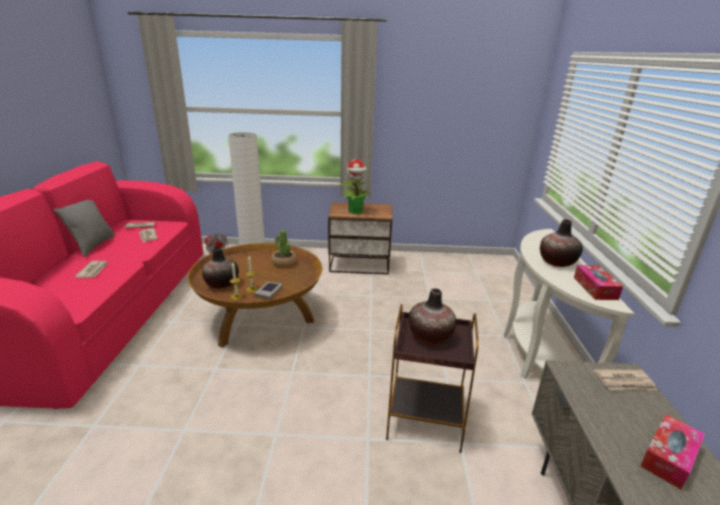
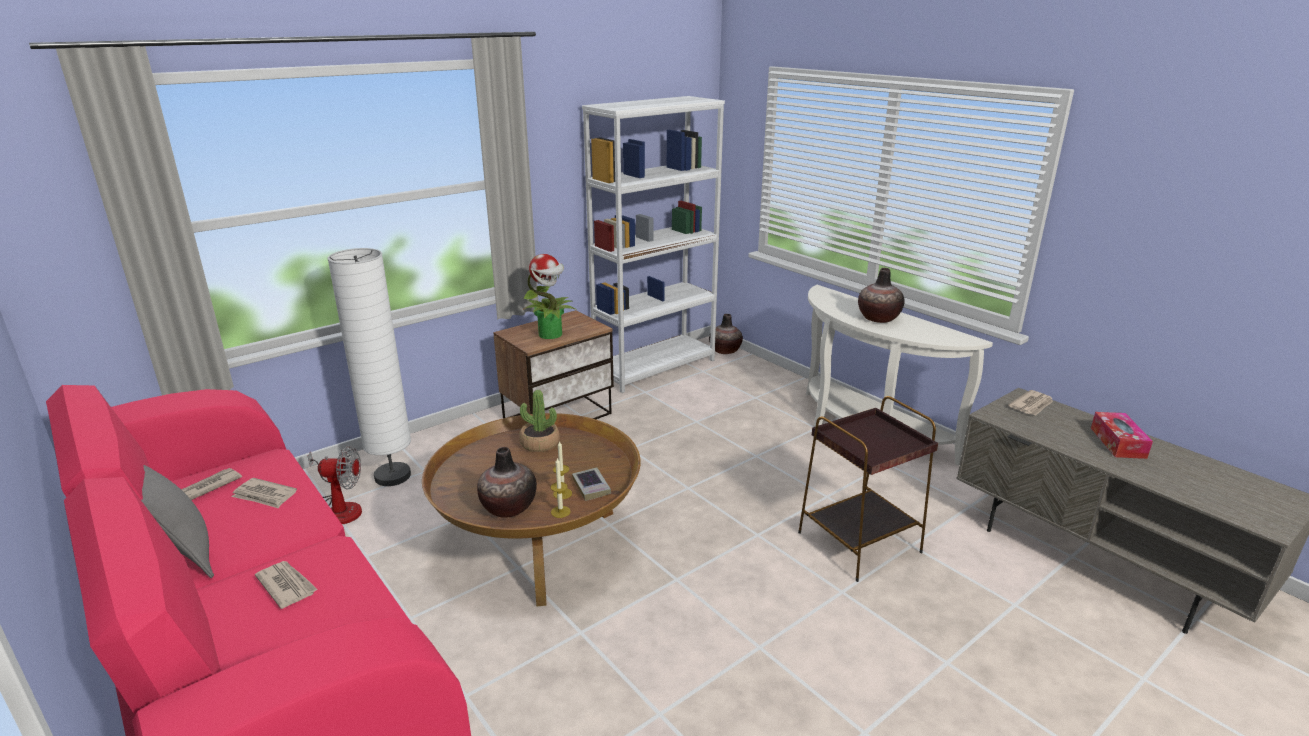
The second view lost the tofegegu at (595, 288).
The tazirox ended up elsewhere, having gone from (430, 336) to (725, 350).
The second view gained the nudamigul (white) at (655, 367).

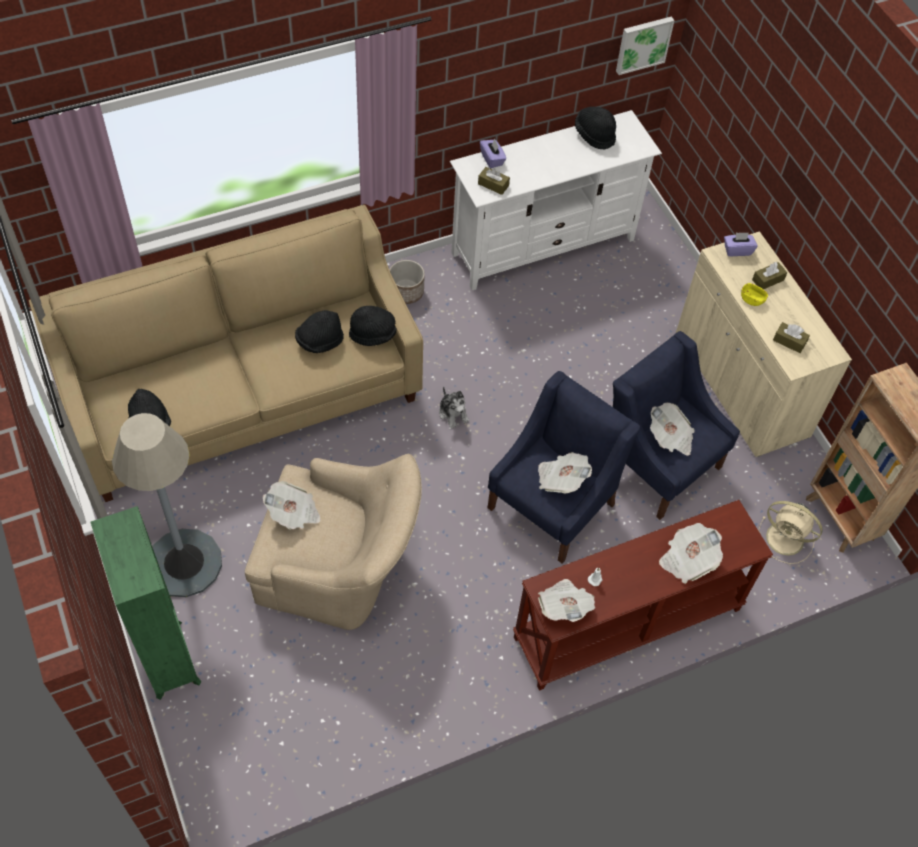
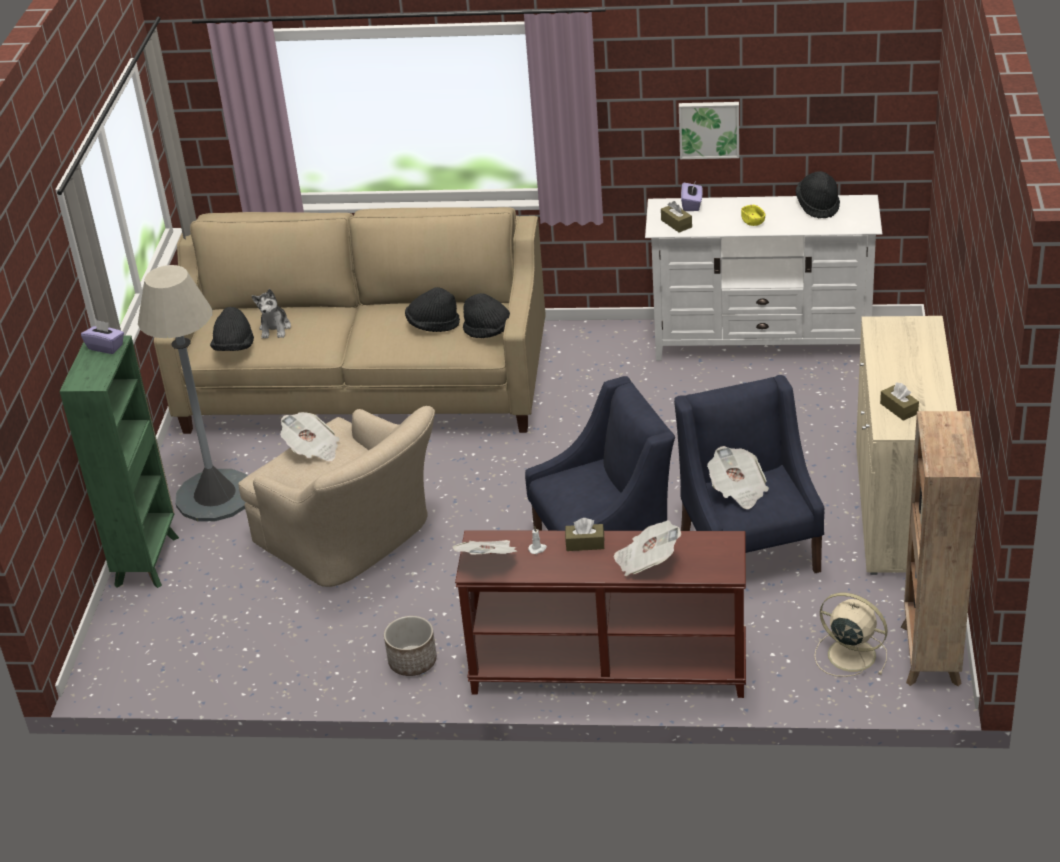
The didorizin ended up elsewhere, having gone from (643, 44) to (709, 129).
The tofegegu (purple) ended up elsewhere, having gone from (737, 250) to (106, 347).
The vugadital ended up elsewhere, having gone from (406, 291) to (413, 661).
The tofegegu (brown) ended up elsewhere, having gone from (768, 280) to (585, 543).
The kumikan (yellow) ended up elsewhere, having gone from (752, 299) to (753, 222).
The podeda ended up elsewhere, having gone from (453, 413) to (275, 328).
The second view lost the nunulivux at (561, 479).
The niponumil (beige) at (786, 539) ended up facing another way, 150 degrees clockwise from before.

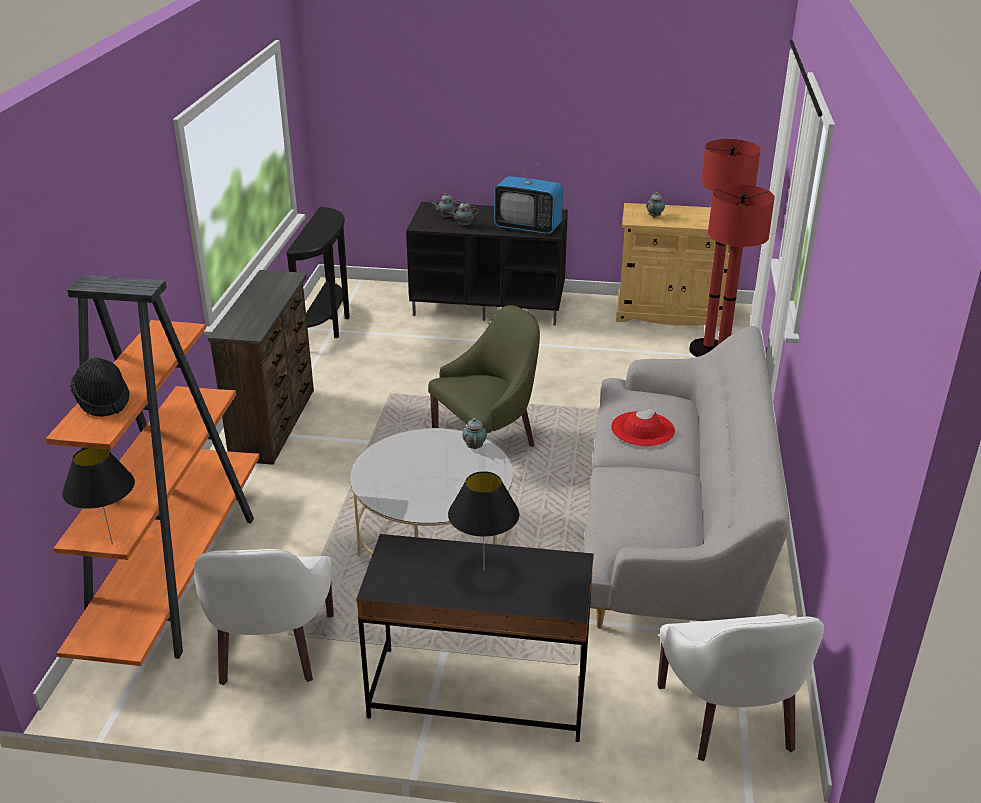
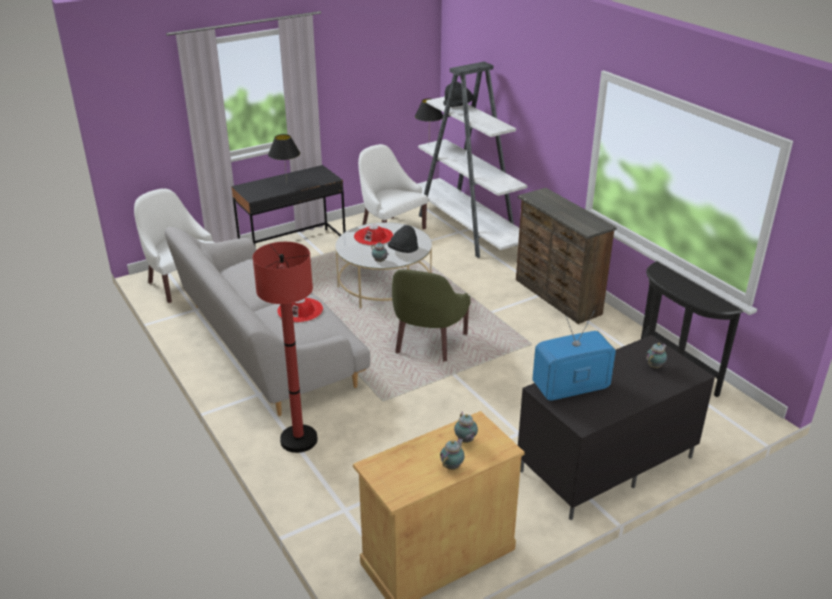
The second view lost the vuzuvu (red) at (707, 350).
The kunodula ended up elsewhere, having gone from (463, 225) to (452, 466).
What was the nudamigul (orange) at (176, 576) turned into the nudamigul (white) at (467, 231).
The second view gained the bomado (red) at (373, 236).
The second view gained the bomado (black) at (403, 251).

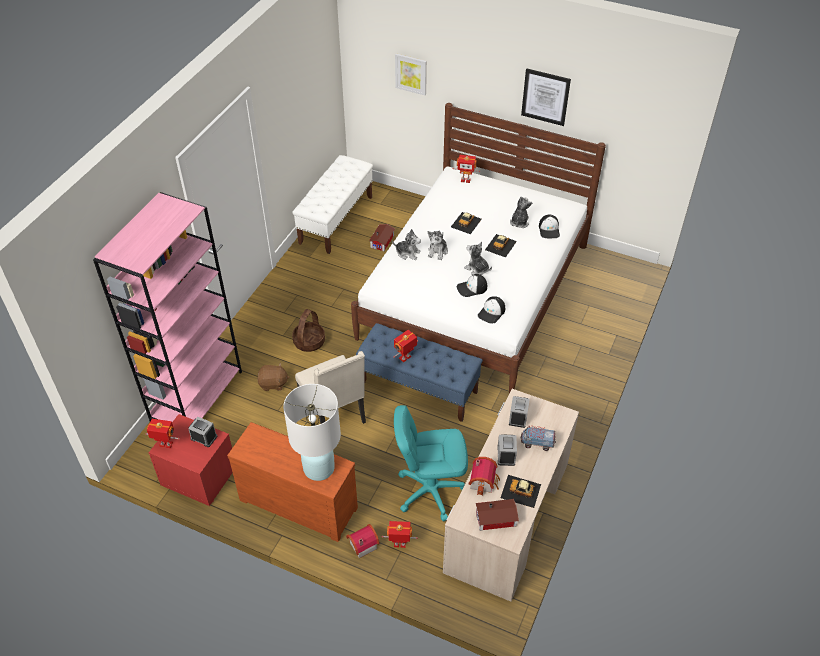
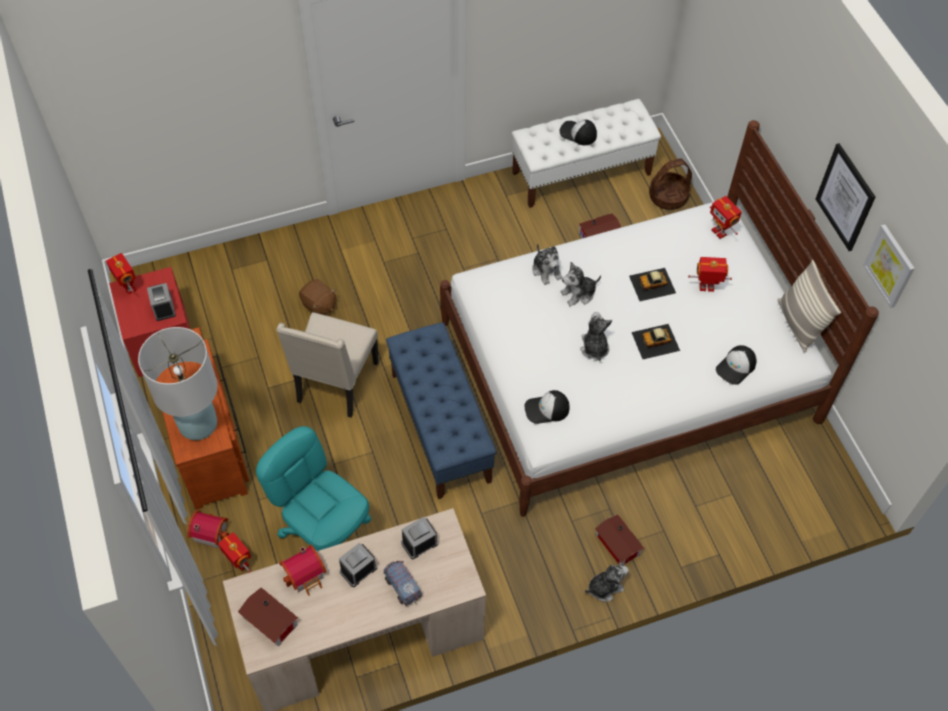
The didorizin ended up elsewhere, having gone from (411, 73) to (889, 266).
The second view lost the nudamigul (pink) at (197, 396).
The podeda ended up elsewhere, having gone from (519, 222) to (604, 587).
The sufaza ended up elsewhere, having gone from (472, 288) to (578, 133).
The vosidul ended up elsewhere, having gone from (309, 341) to (668, 196).
The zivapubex ended up elsewhere, having gone from (405, 358) to (706, 288).
The second view lost the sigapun at (521, 491).
The second view gained the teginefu at (798, 324).
The second view gained the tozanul at (617, 546).

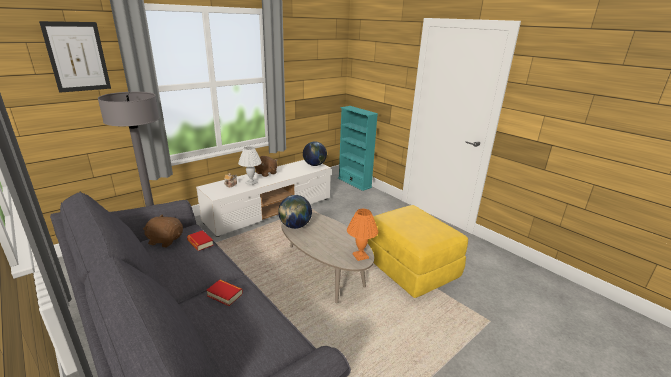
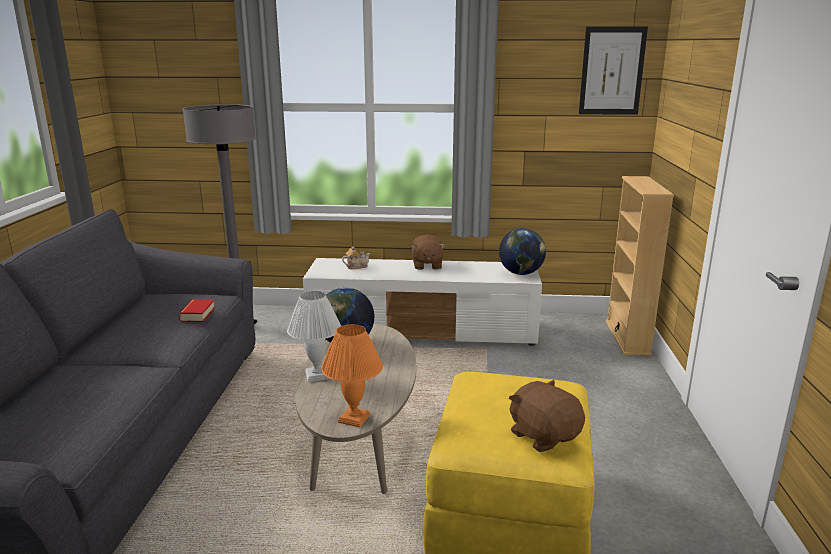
The didorizin ended up elsewhere, having gone from (77, 57) to (612, 71).
What was the nudamigul (turquoise) at (354, 183) turned into the nudamigul (beige) at (627, 337).
The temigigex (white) ended up elsewhere, having gone from (251, 183) to (316, 375).
The podeda (brown) ended up elsewhere, having gone from (165, 240) to (544, 436).
The second view lost the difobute at (225, 295).

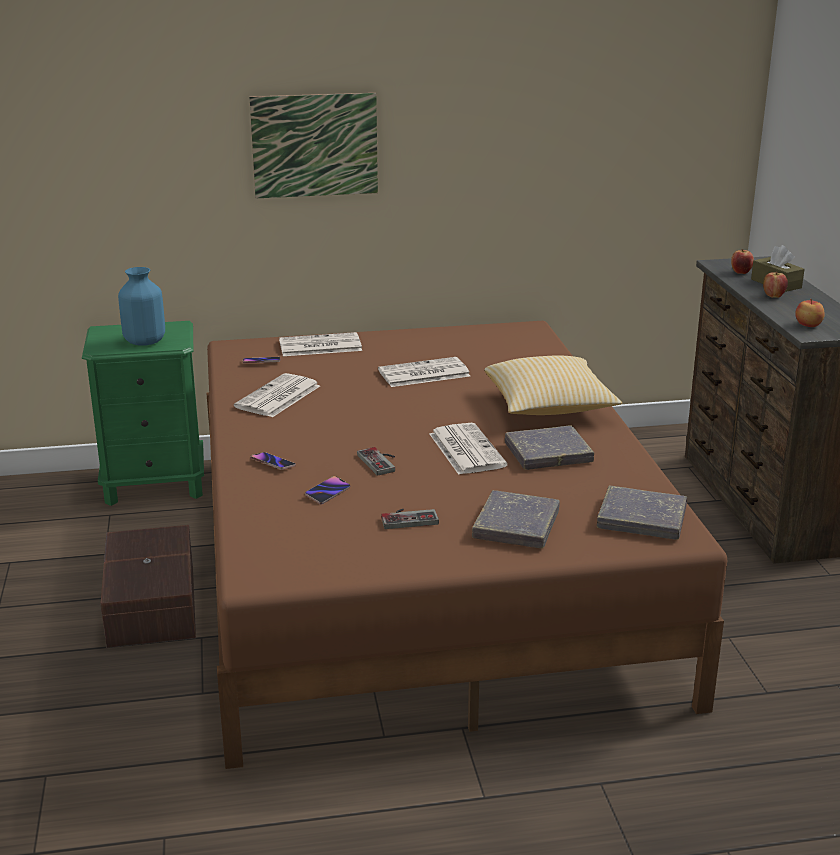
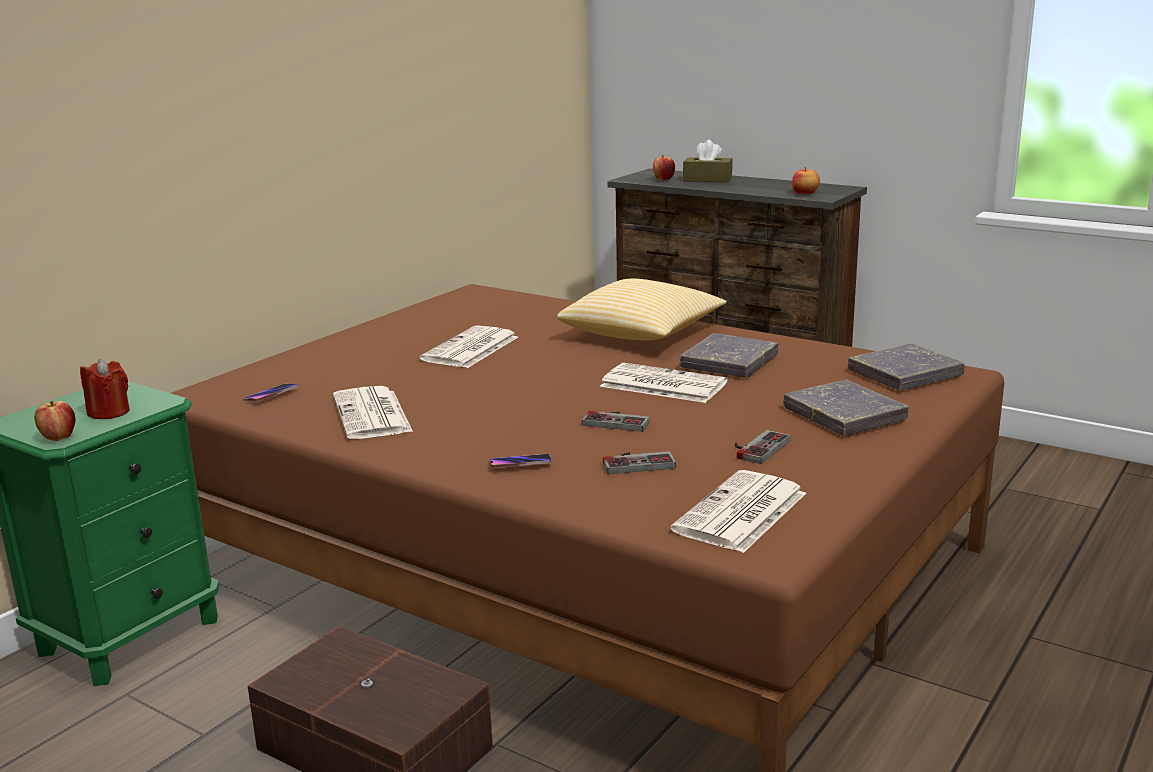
The second view lost the didorizin at (315, 145).
Where the tazirox (blue) stood at (144, 342), the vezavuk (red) came to stand at (109, 412).
The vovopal ended up elsewhere, having gone from (773, 296) to (59, 438).
The nunulivux ended up elsewhere, having gone from (319, 346) to (740, 513).
Where the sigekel stood at (327, 492), the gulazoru came to stand at (637, 462).

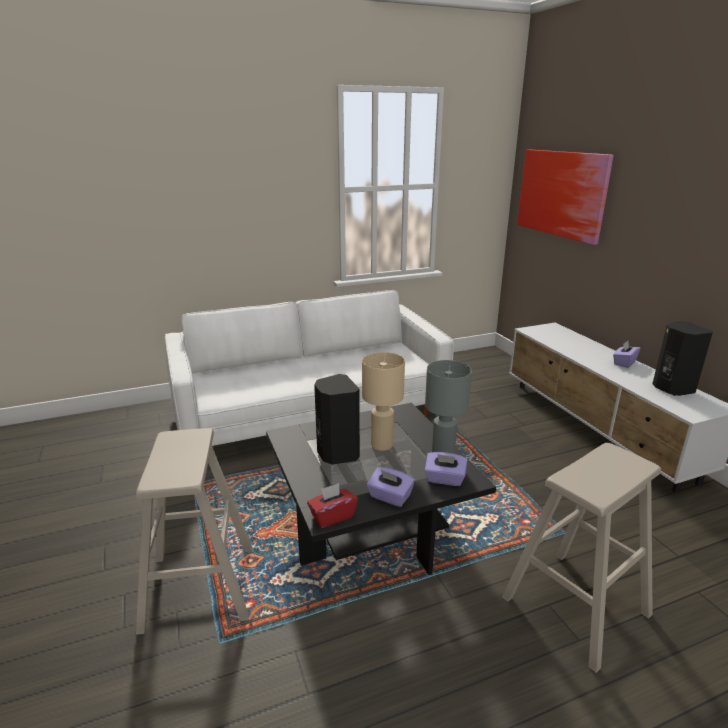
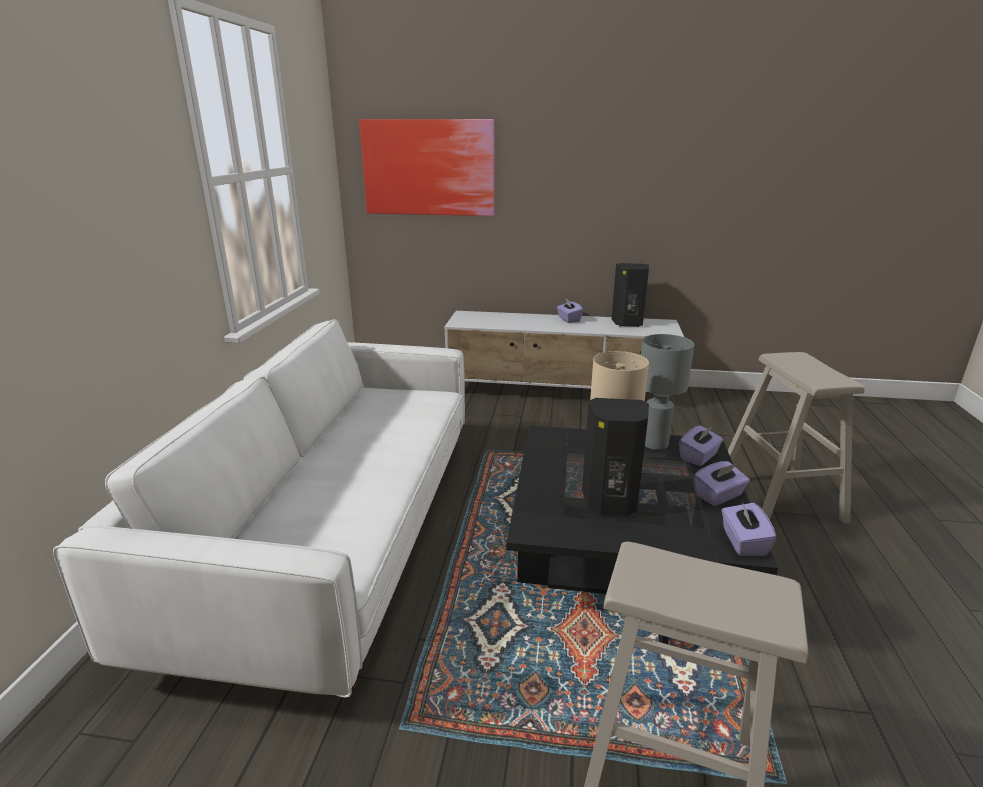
What was the tofegegu (red) at (332, 516) turned into the tofegegu (purple) at (743, 542).

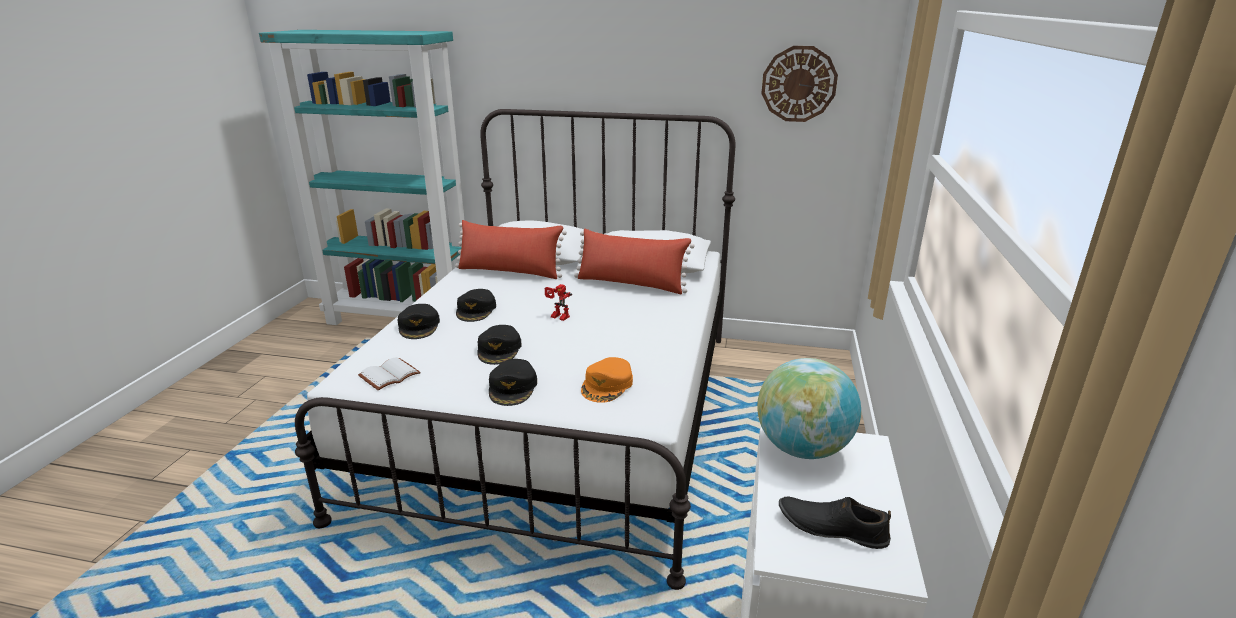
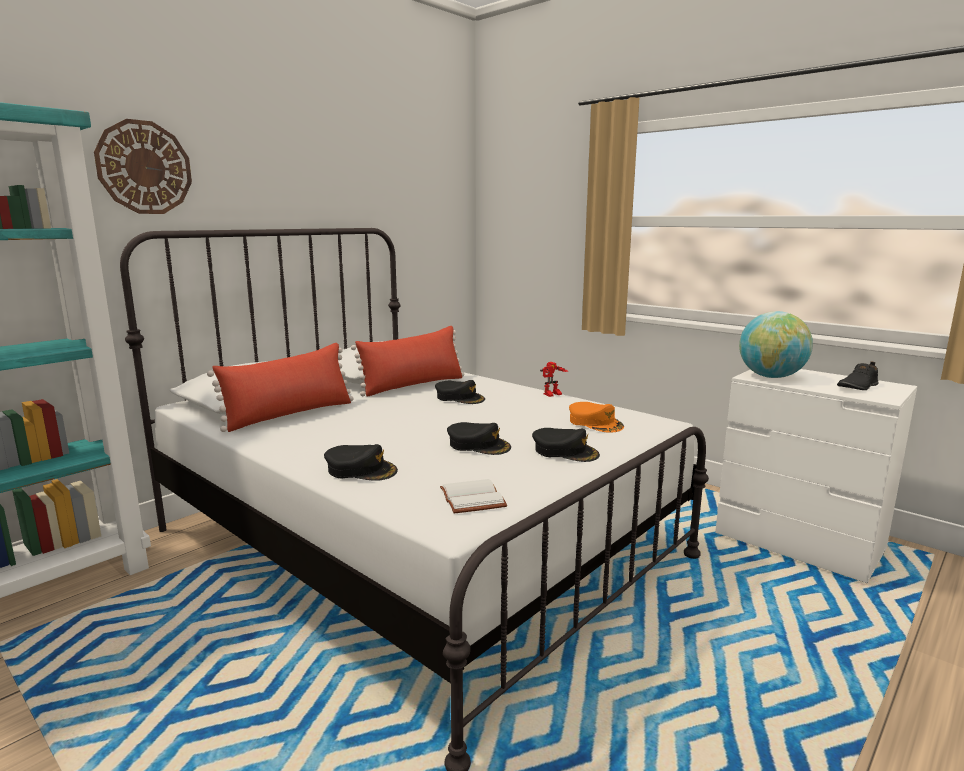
The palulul ended up elsewhere, having gone from (799, 84) to (144, 167).
The zivapubex ended up elsewhere, having gone from (557, 317) to (552, 395).
The sufaza (black) ended up elsewhere, having gone from (476, 310) to (460, 398).

